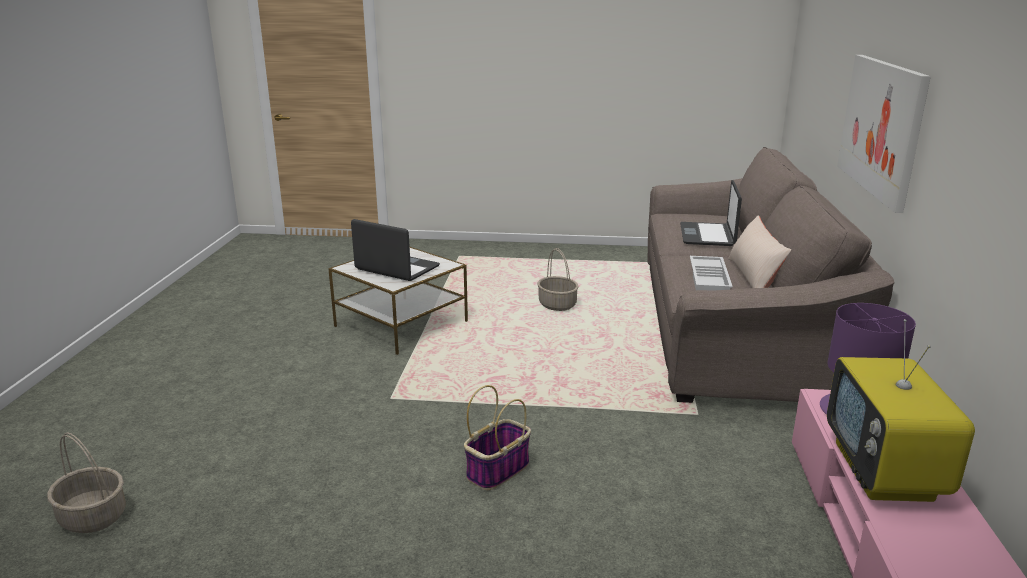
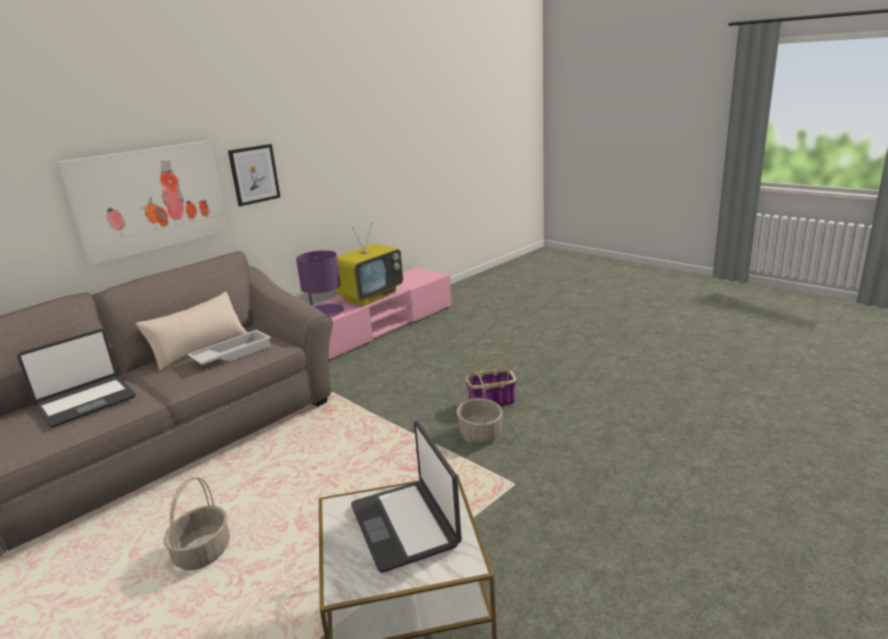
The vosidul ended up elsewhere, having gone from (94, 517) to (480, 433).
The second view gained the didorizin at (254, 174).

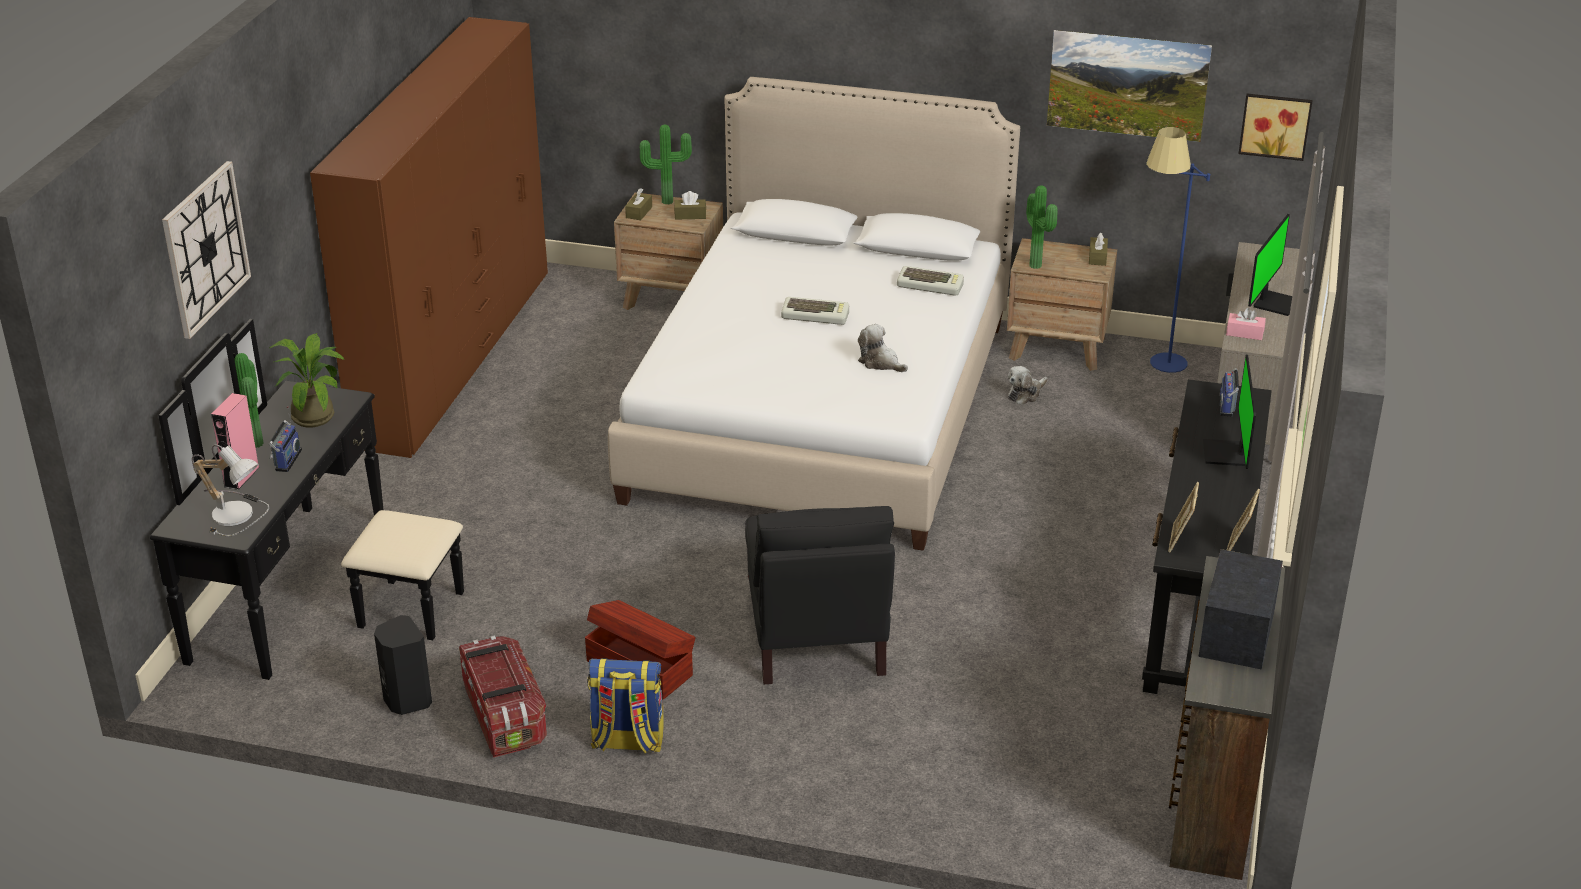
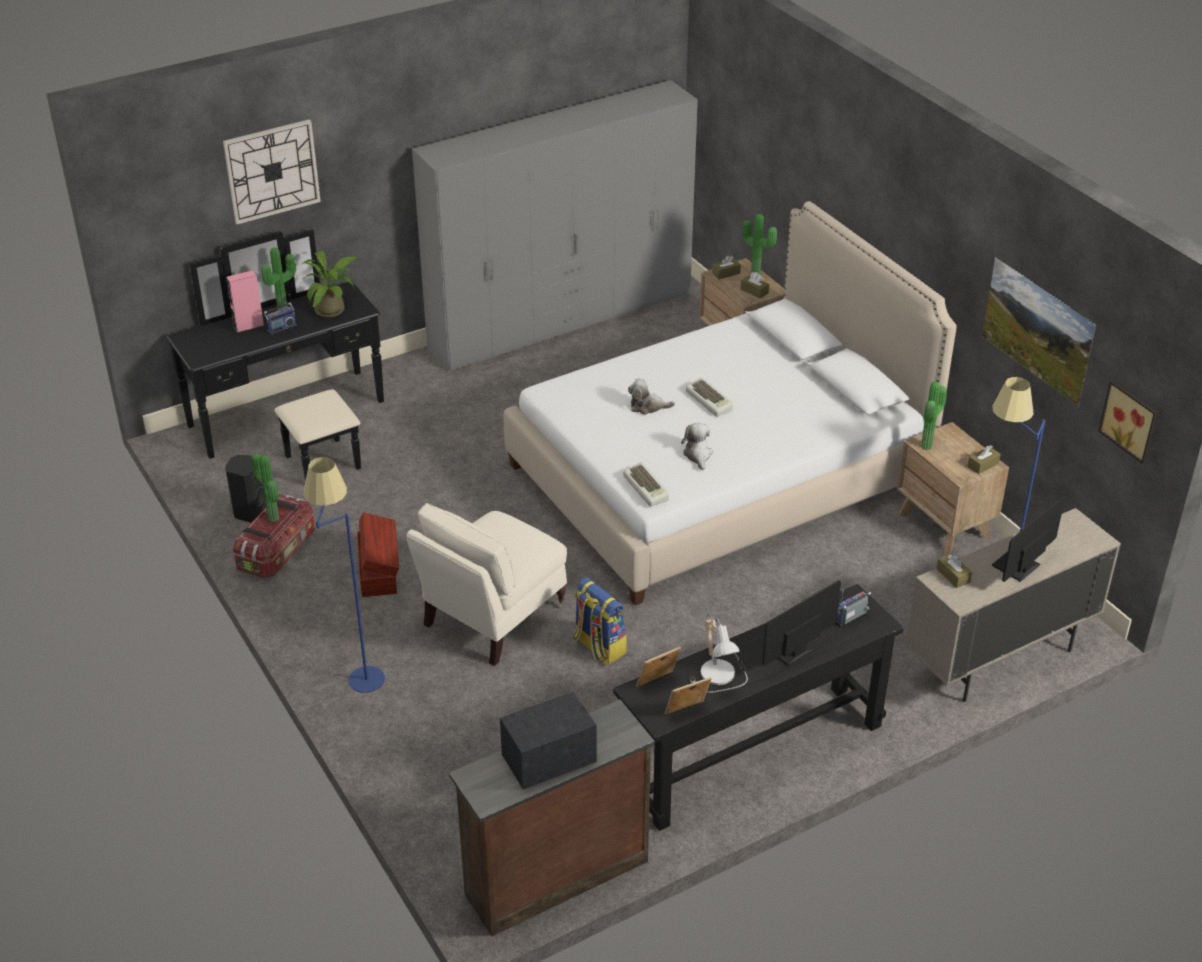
What was the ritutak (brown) at (455, 356) turned into the ritutak (grey) at (562, 320).
The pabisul at (1274, 303) ended up facing another way, 150 degrees clockwise from before.
The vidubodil ended up elsewhere, having gone from (931, 285) to (647, 488).
What was the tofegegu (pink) at (1244, 333) turned into the tofegegu (brown) at (953, 576).
The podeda ended up elsewhere, having gone from (1025, 394) to (647, 406).
The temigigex ended up elsewhere, having gone from (237, 513) to (721, 674).
What was the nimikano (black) at (815, 638) turned into the nimikano (beige) at (491, 617).
The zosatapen ended up elsewhere, having gone from (627, 741) to (598, 647).
The second view gained the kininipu at (271, 519).
The second view gained the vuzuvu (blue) at (355, 671).

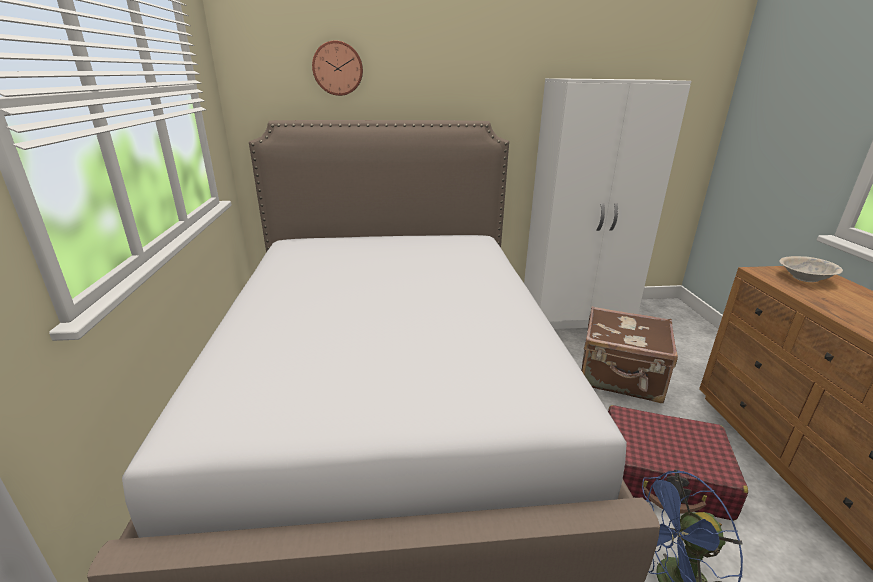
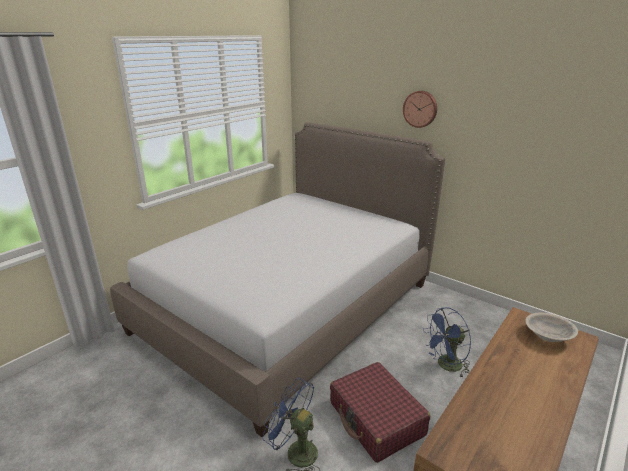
The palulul ended up elsewhere, having gone from (338, 68) to (420, 109).
The second view lost the ritutak (white) at (577, 316).
Where the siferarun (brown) stood at (620, 377), the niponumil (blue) came to stand at (445, 366).

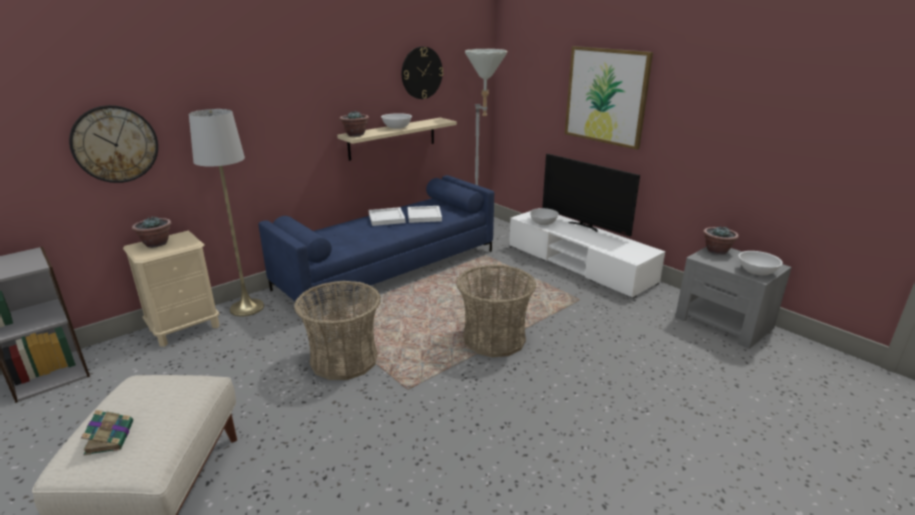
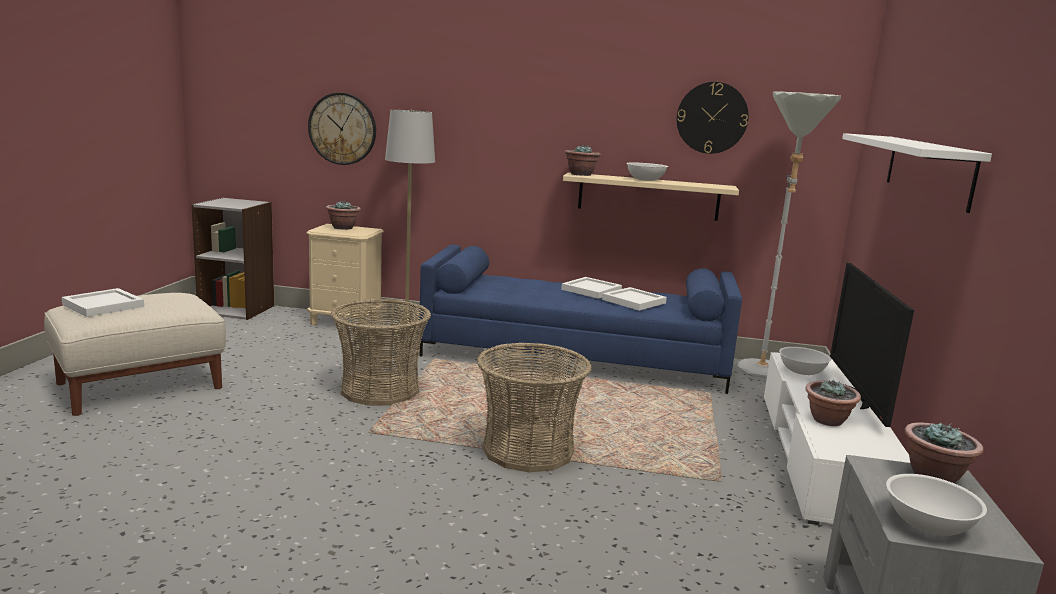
Where the didorizin hung at (606, 96), the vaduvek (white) came to hang at (927, 169).
Where the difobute stood at (110, 437), the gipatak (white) came to stand at (104, 305).
The second view gained the kininipu at (828, 420).

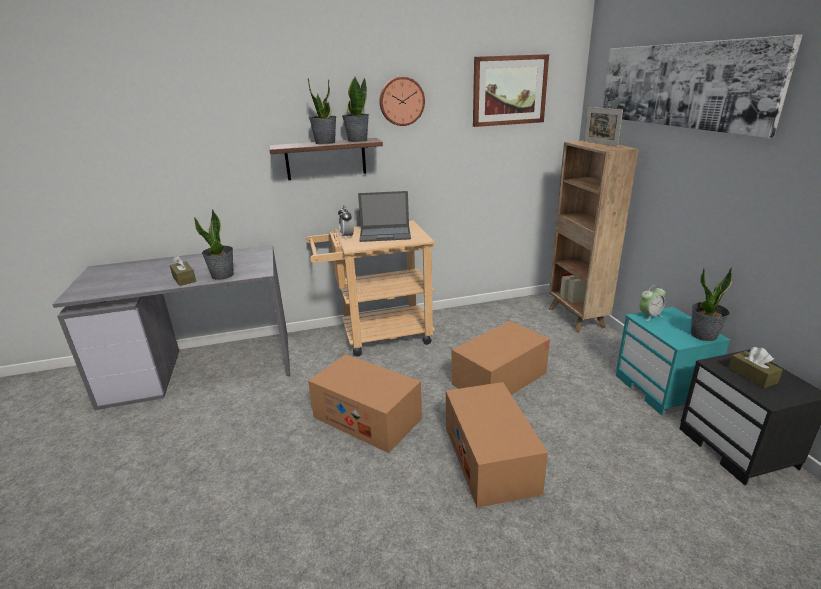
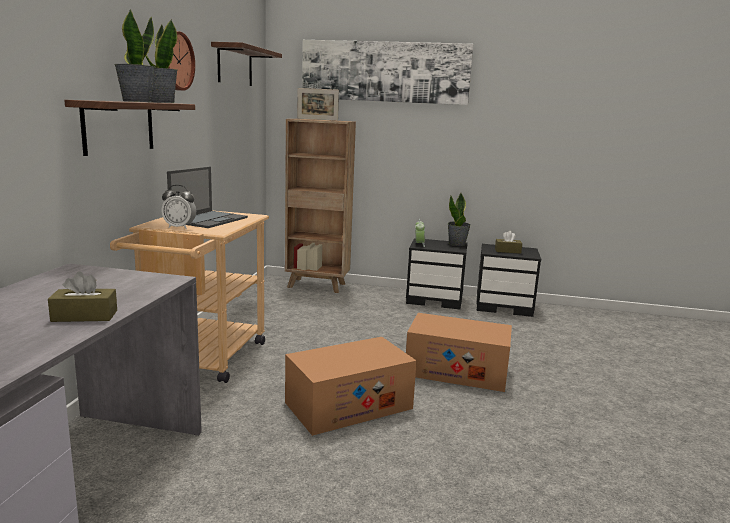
Where the didorizin hung at (509, 90), the vaduvek came to hang at (235, 66).
The second view lost the kininipu at (223, 275).
What was the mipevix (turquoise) at (662, 389) turned into the mipevix (black) at (435, 299).
The second view lost the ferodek at (499, 378).

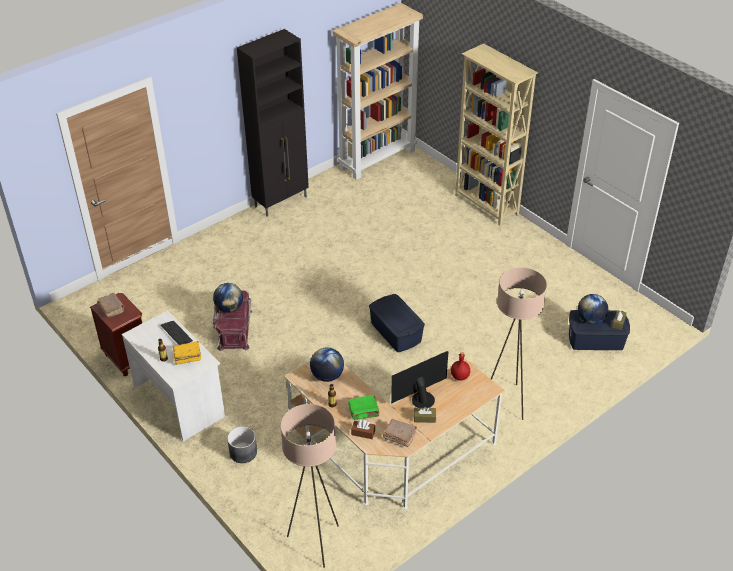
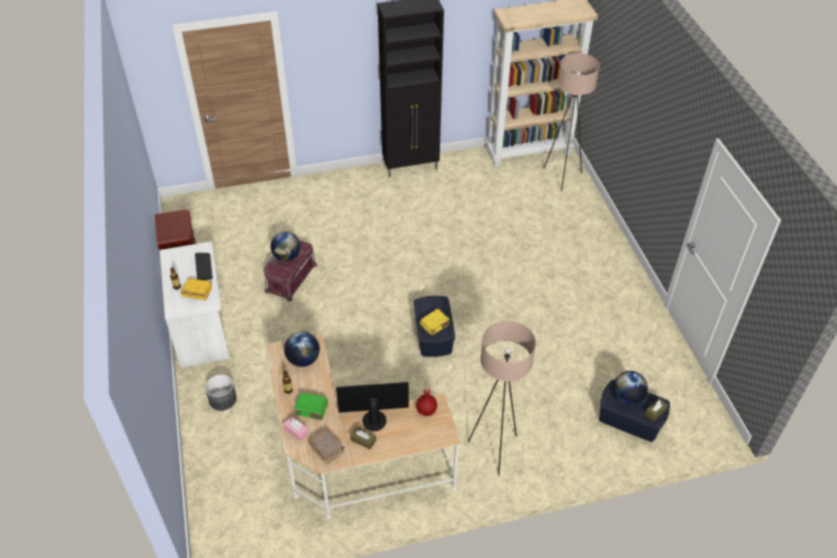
The second view lost the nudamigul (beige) at (486, 206).
The second view lost the difobute (brown) at (111, 308).
The vuzuvu (beige) ended up elsewhere, having gone from (316, 542) to (562, 177).
What was the tofegegu (brown) at (363, 433) turned into the tofegegu (pink) at (296, 431).
The second view gained the difobute (yellow) at (435, 325).

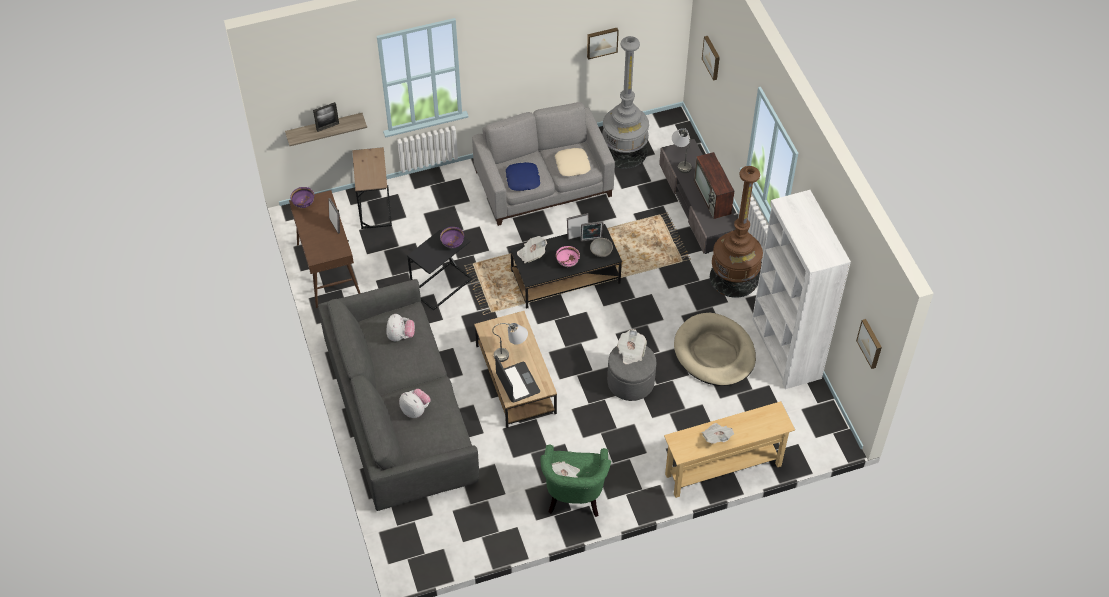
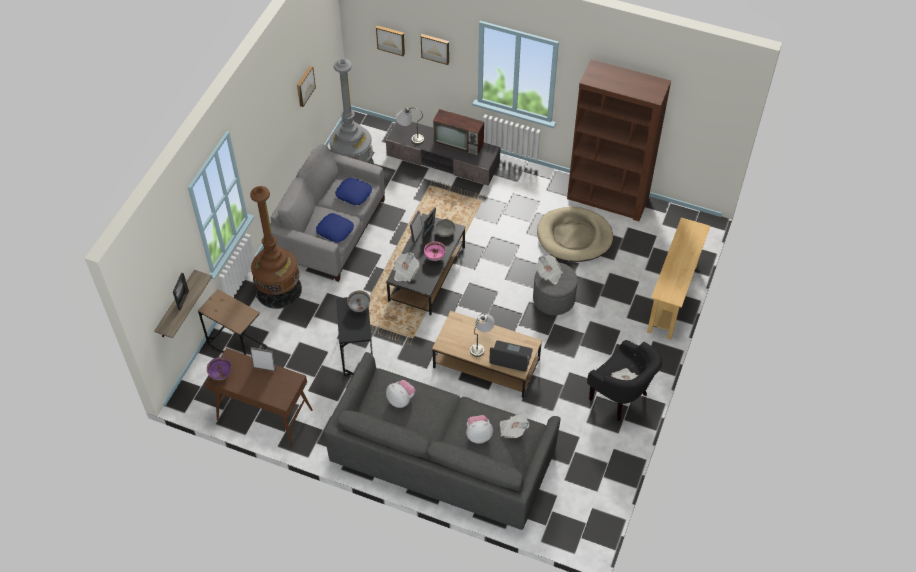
What was the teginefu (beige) at (572, 165) turned into the teginefu (blue) at (354, 194).
The vuzuvu (brown) ended up elsewhere, having gone from (734, 277) to (278, 290).
What was the nudamigul (white) at (785, 349) turned into the nudamigul (brown) at (608, 198).
What was the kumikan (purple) at (453, 244) turned into the kumikan (grey) at (359, 307).
The didorizin ended up elsewhere, having gone from (870, 343) to (435, 48).
The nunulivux ended up elsewhere, having gone from (717, 437) to (513, 430).
What was the nimikano (green) at (574, 499) turned into the nimikano (black) at (621, 398).

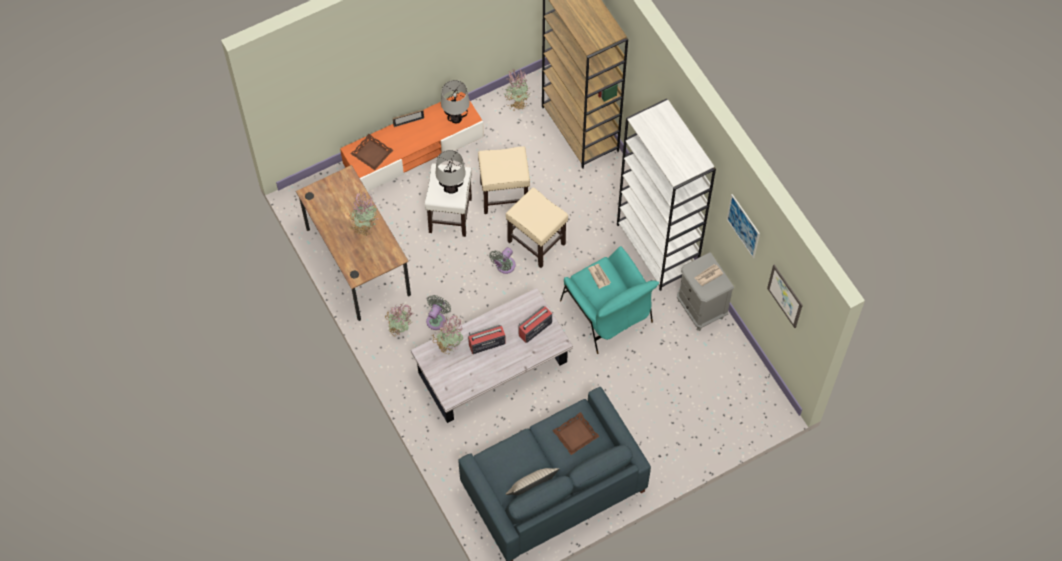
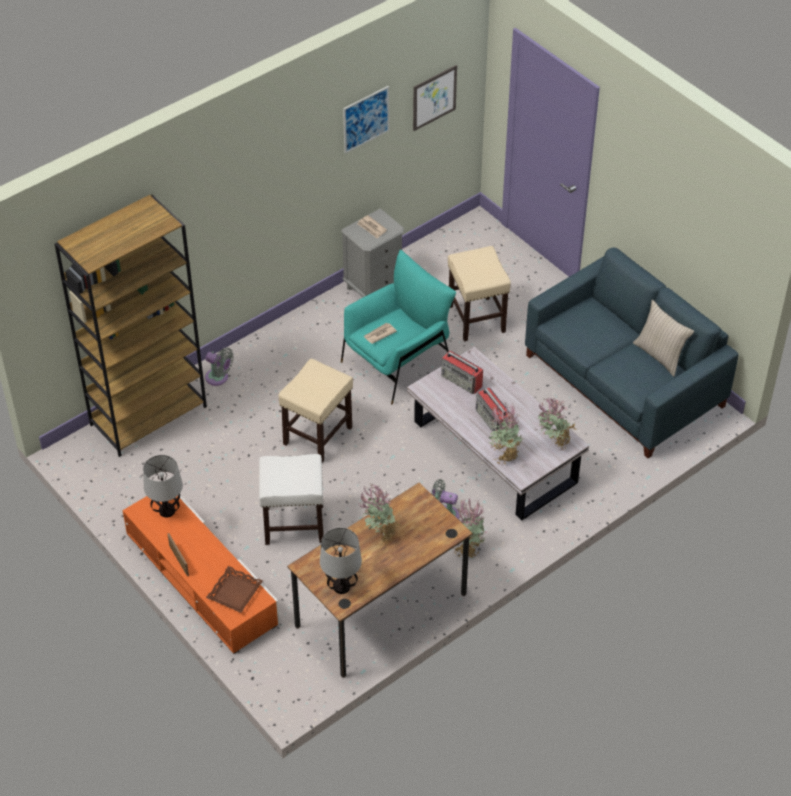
The kininipu ended up elsewhere, having gone from (517, 102) to (553, 443).
The second view lost the nudamigul (white) at (657, 248).
The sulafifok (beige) ended up elsewhere, having gone from (505, 195) to (476, 318).
The temigigex ended up elsewhere, having gone from (452, 188) to (341, 586).
The niponumil (grey) ended up elsewhere, having gone from (504, 266) to (219, 378).
The second view lost the gipatak (brown) at (575, 435).

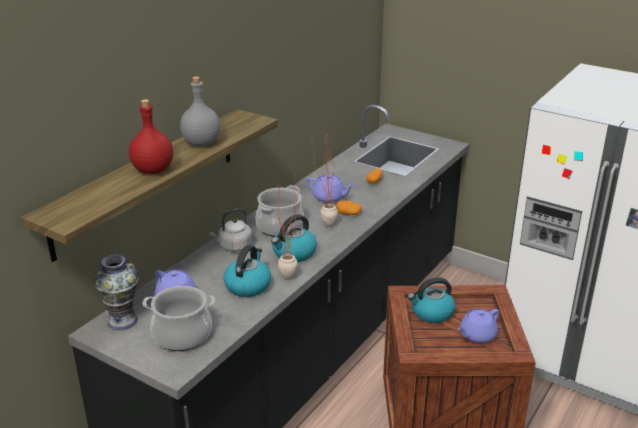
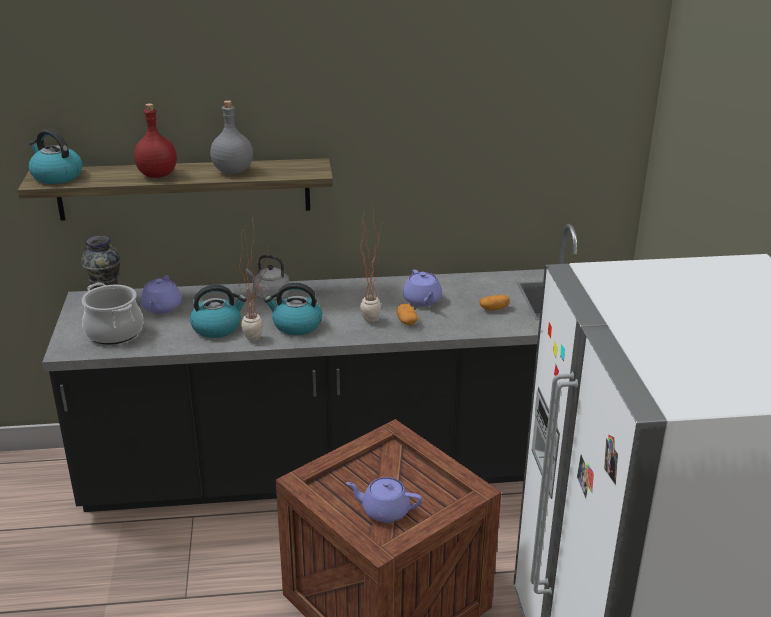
The second view lost the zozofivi at (280, 227).
The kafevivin ended up elsewhere, having gone from (431, 313) to (56, 176).

